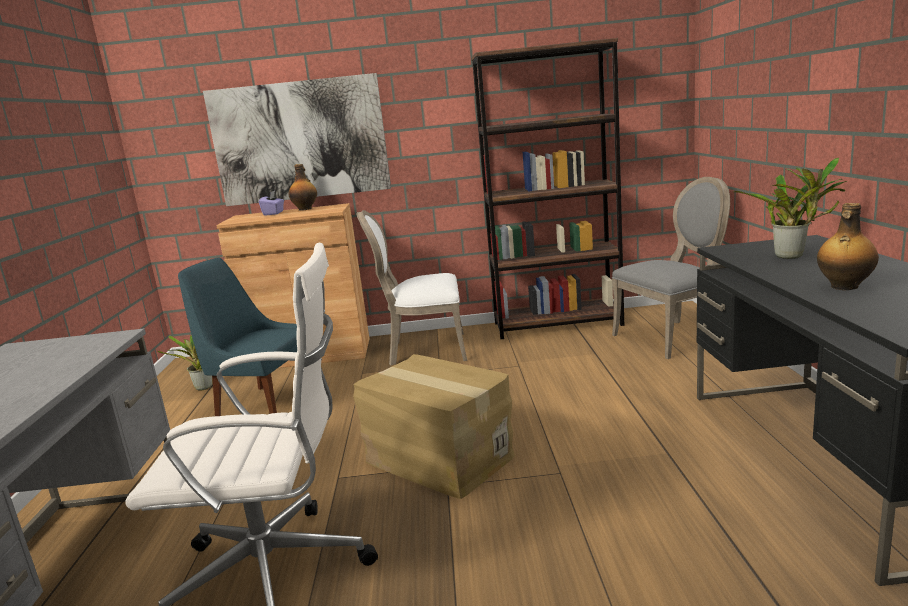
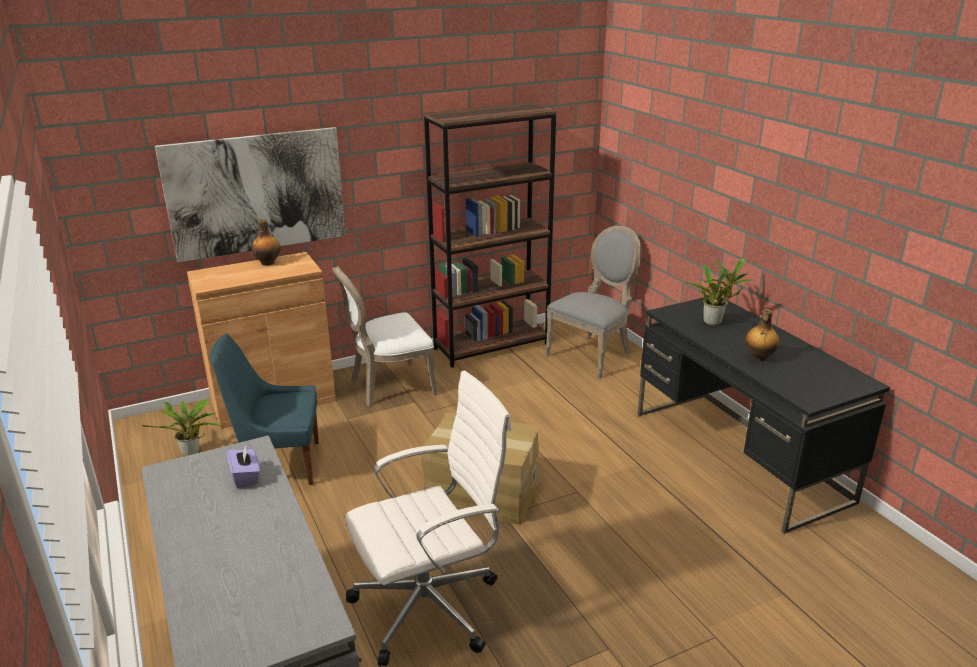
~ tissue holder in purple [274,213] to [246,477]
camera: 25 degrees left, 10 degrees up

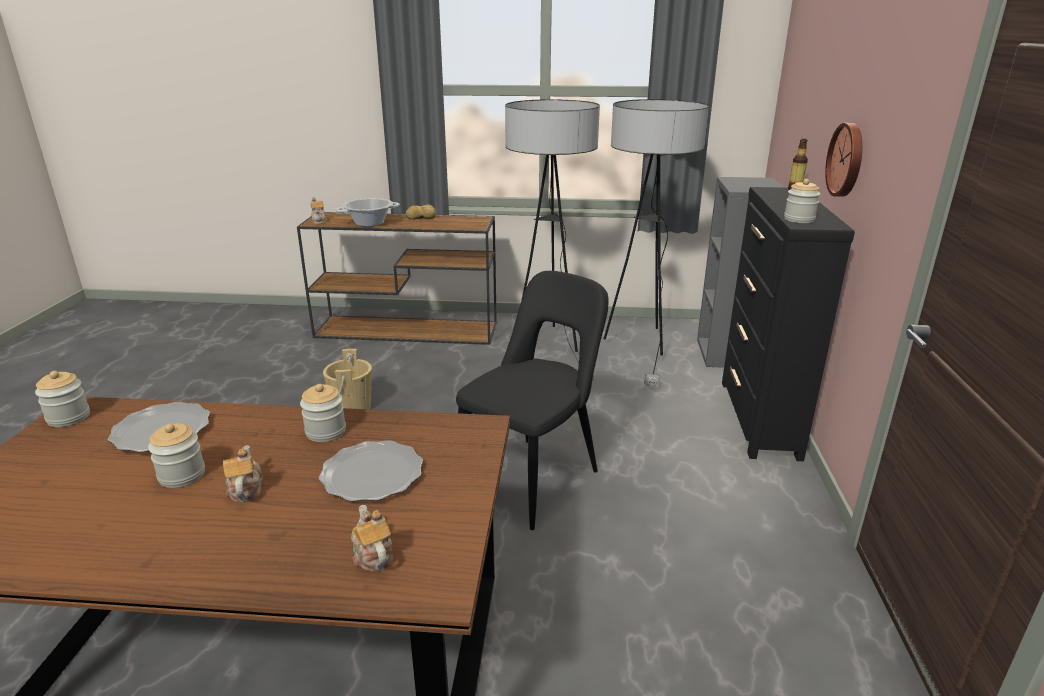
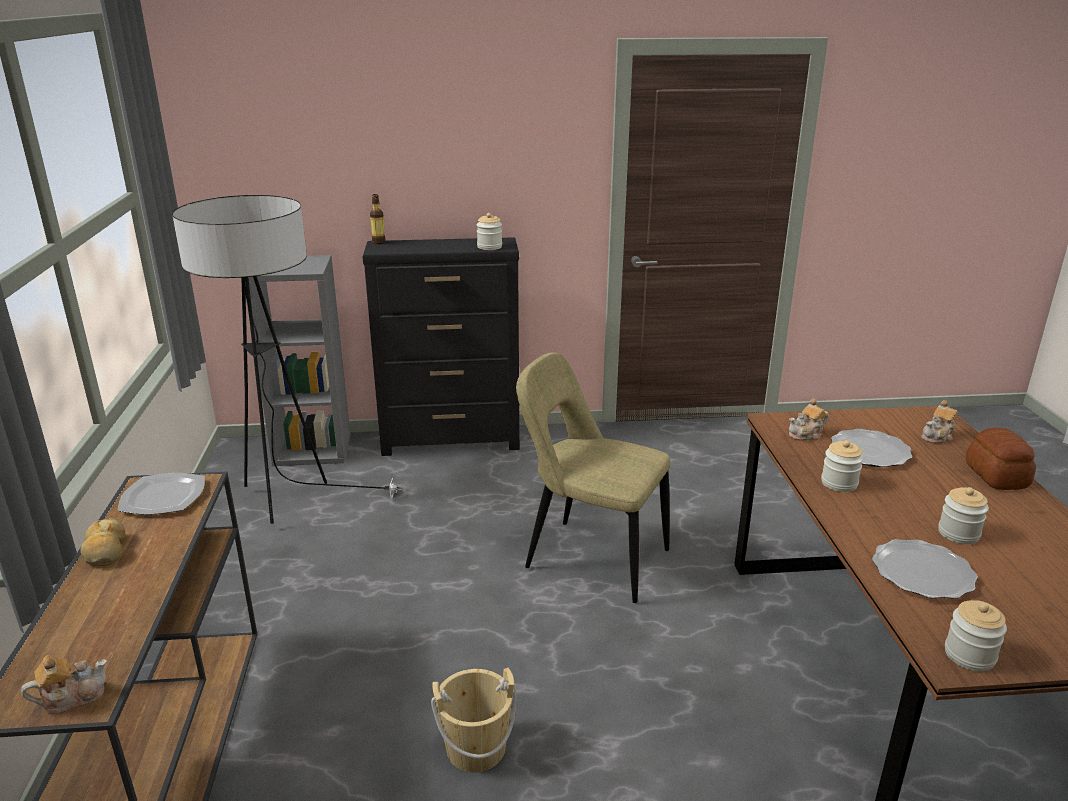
+ plate [164,497]
~ chair in blackish [533,478] to chair in sand-coloured [590,558]
~ teapot [245,489] to [806,435]
+ baked bread [996,475]
- stockpot [369,223]
- floor lamp [549,347]
- wall clock [847,160]
camera: 100 degrees left, 0 degrees up

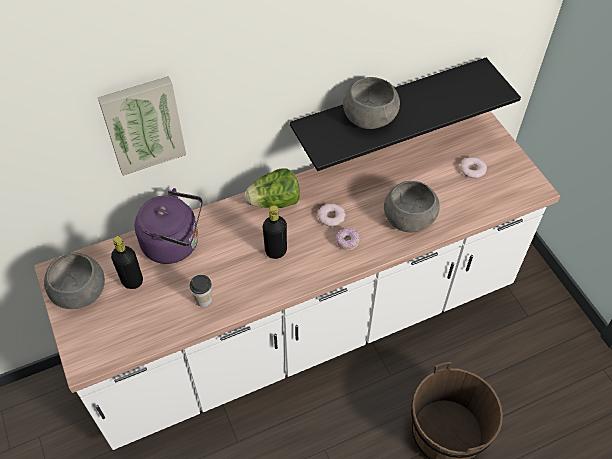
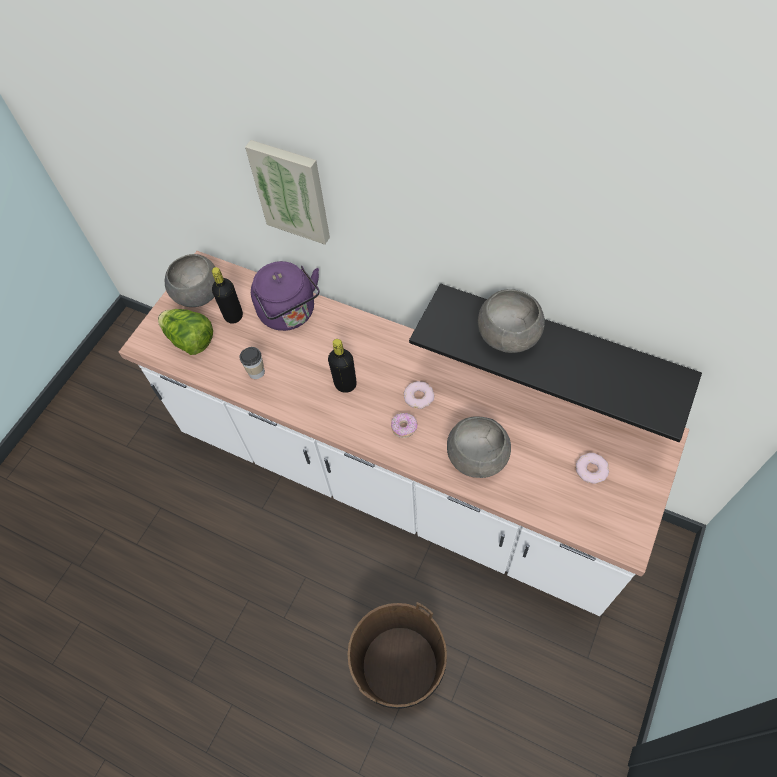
~ lettuce [274,202] to [190,340]
camera: 55 degrees right, 5 degrees up

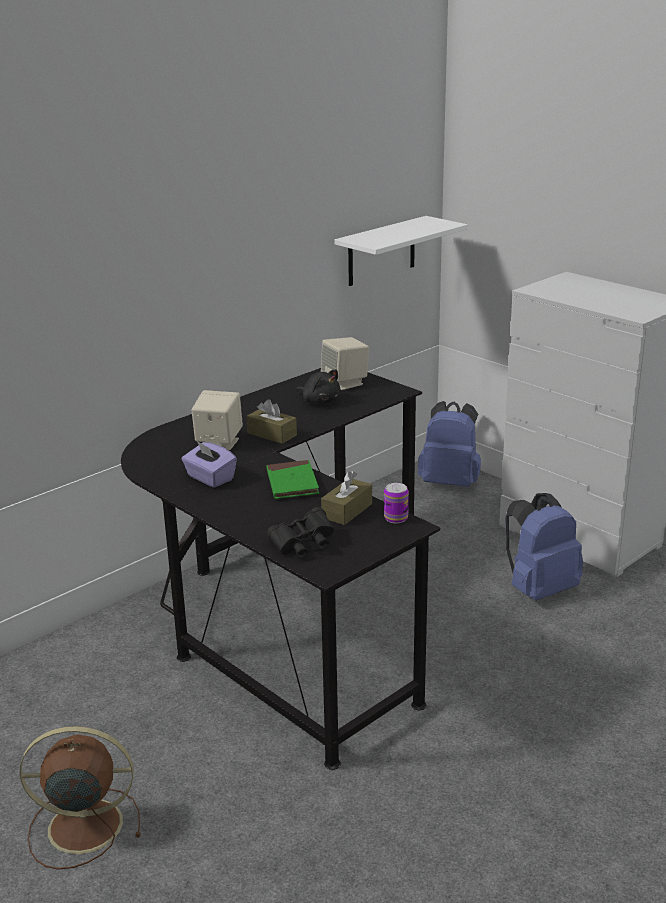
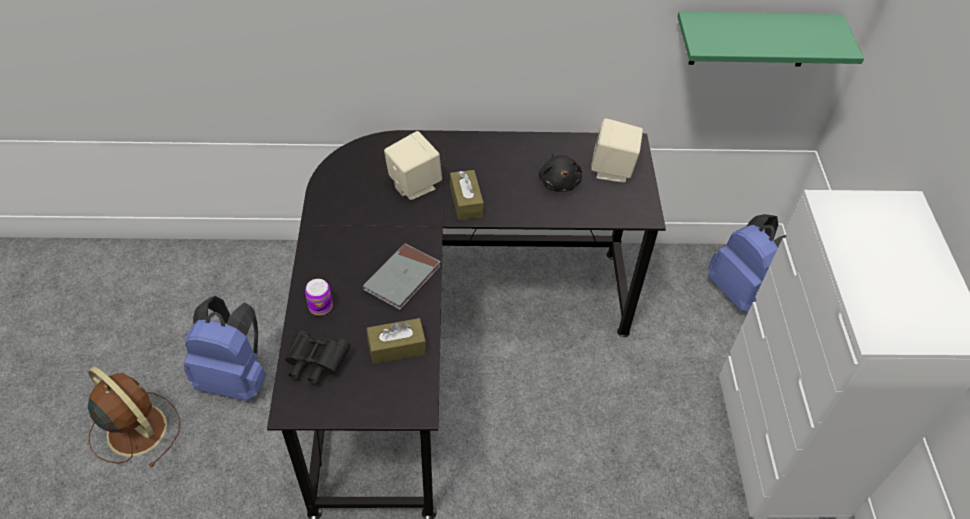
~ backpack in blue [539,589] to [235,378]
~ can [396,518] to [321,307]
~ bound book in green [292,483] to bound book in gray [402,278]
~ bracket shelf in whitish [381,251] to bracket shelf in green [752,39]
- tissue holder in purple [210,478]
camera: 40 degrees right, 25 degrees up

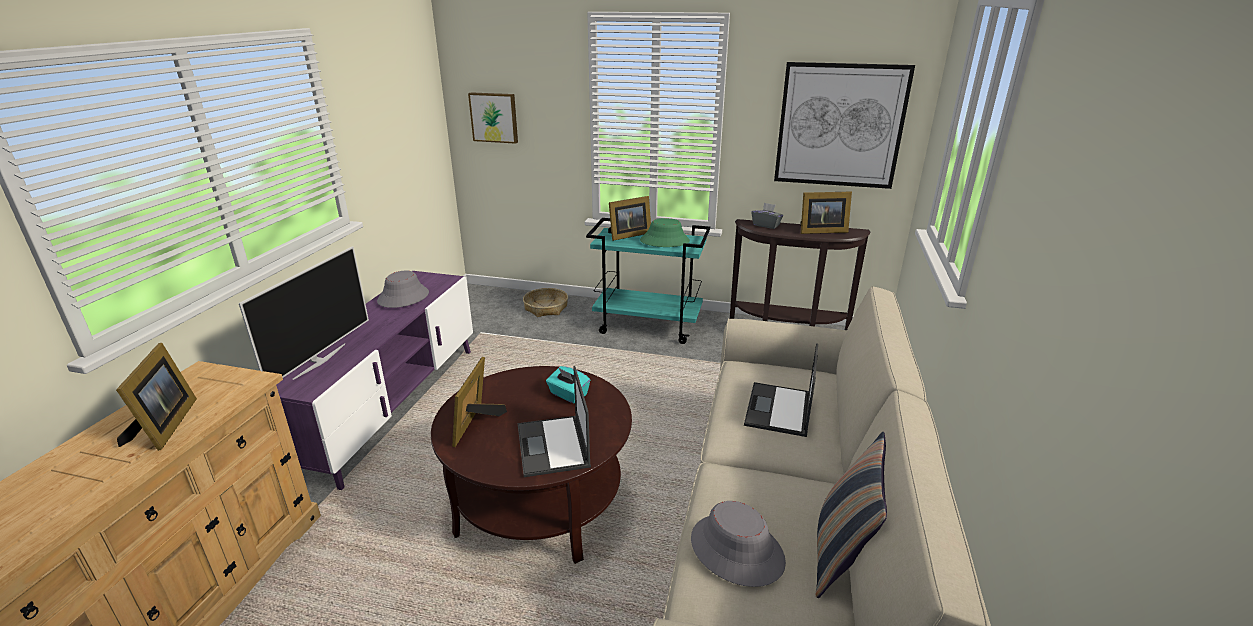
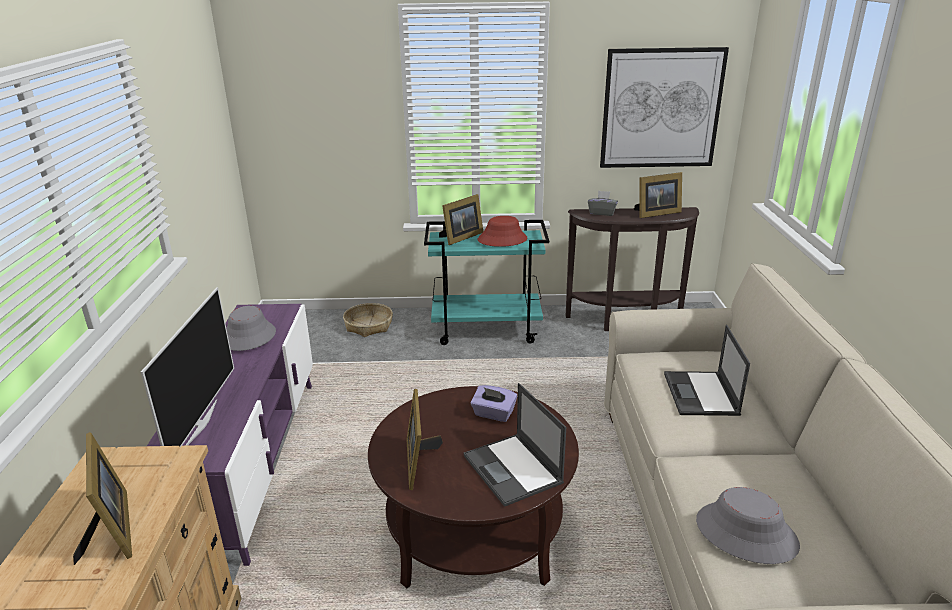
~ tissue holder in turquoise-coloured [568,394] to tissue holder in purple [493,414]
~ wearable hat in green [664,241] to wearable hat in reddish [502,239]
- picture [494,117]
- pillow [840,554]
camera: 15 degrees left, 0 degrees up

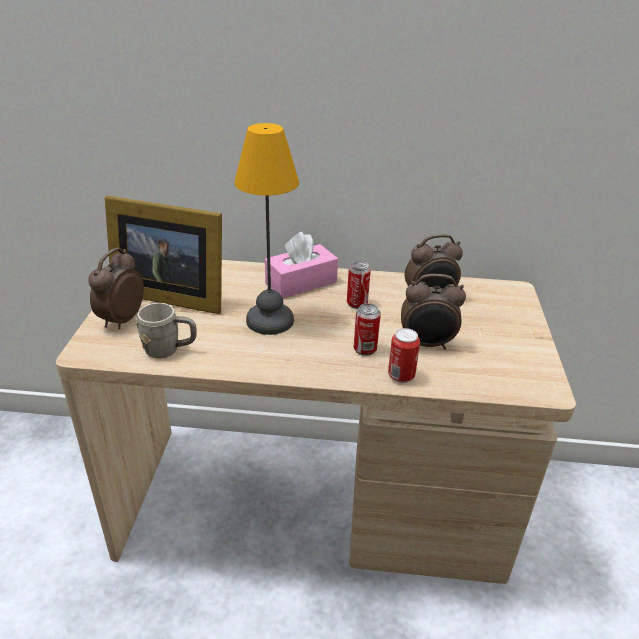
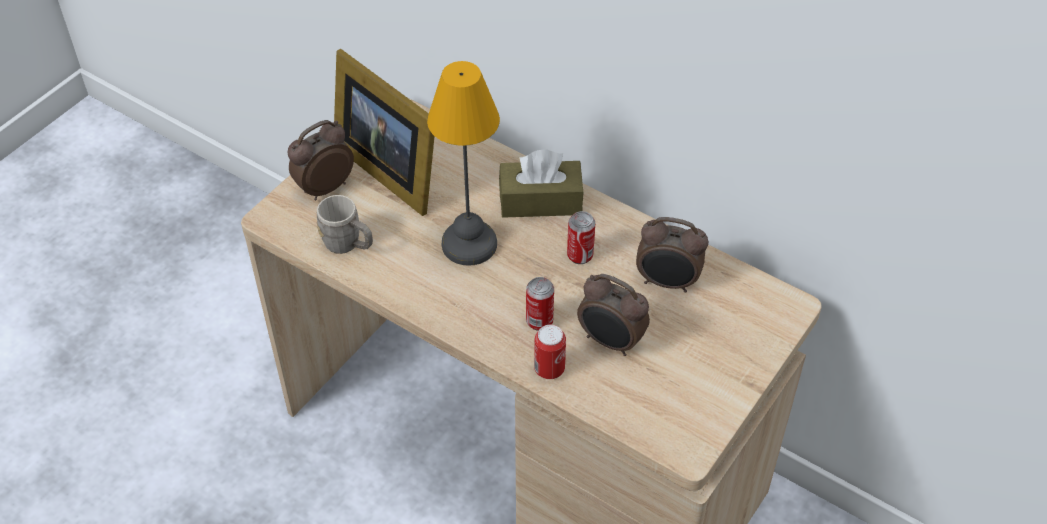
~ tissue holder in pink-coloured [301,282] to tissue holder in brown-coloured [540,201]
camera: 30 degrees right, 15 degrees up

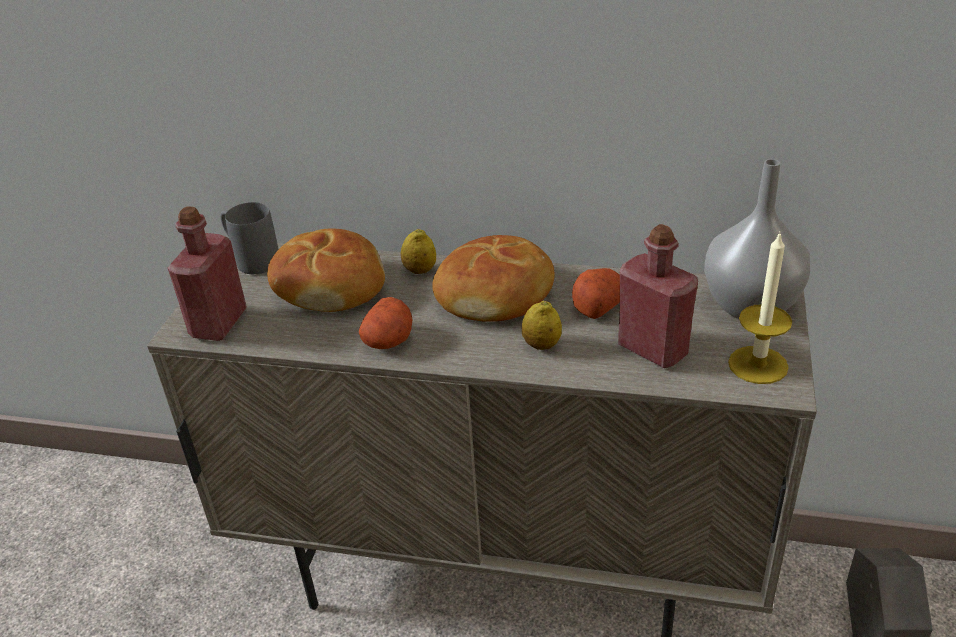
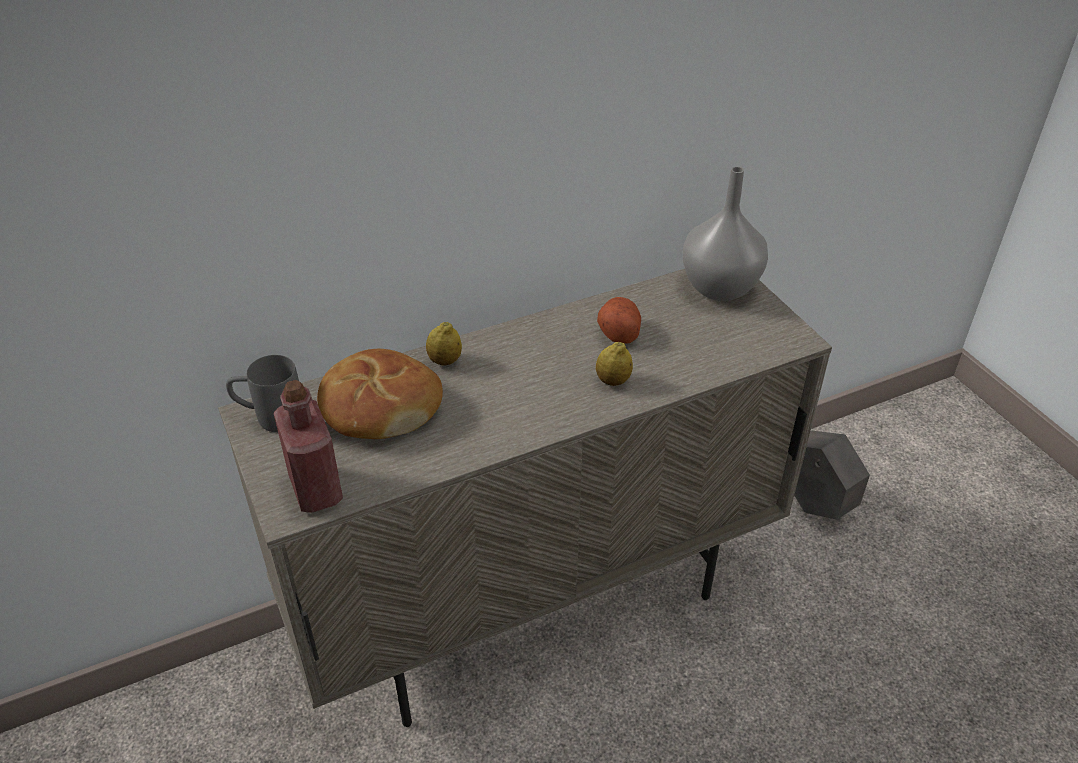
- spud [388,340]
- baked bread [496,294]
- drink bottle in reddish [652,349]
- candle [758,365]
camera: 40 degrees left, 5 degrees up

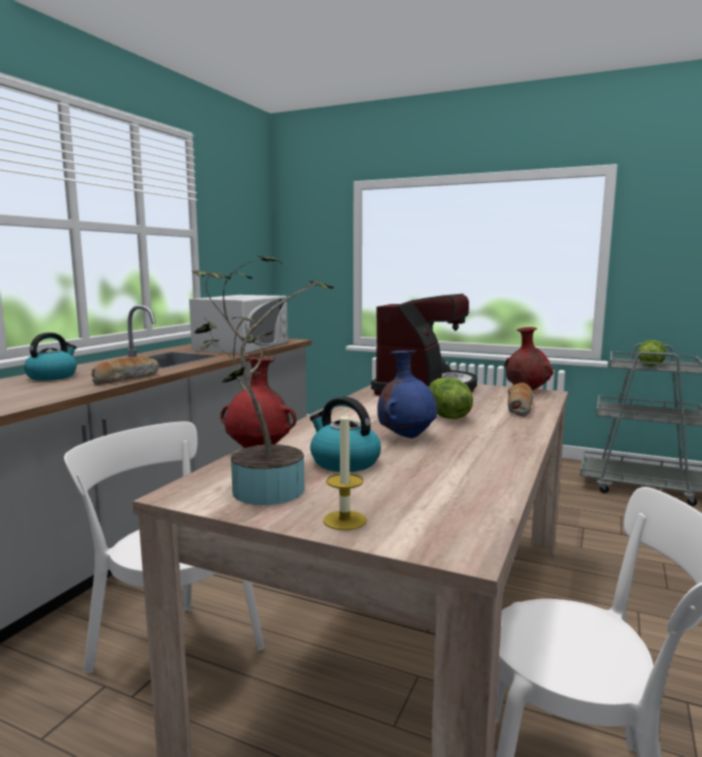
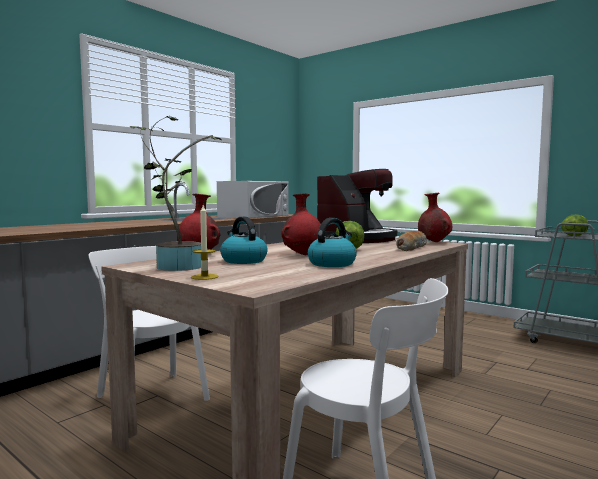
~ decorative vase in blue [406,437] to decorative vase in reddish [303,254]
~ kettle [52,376] to [332,264]
- baked bread [126,378]
camera: 15 degrees right, 5 degrees down

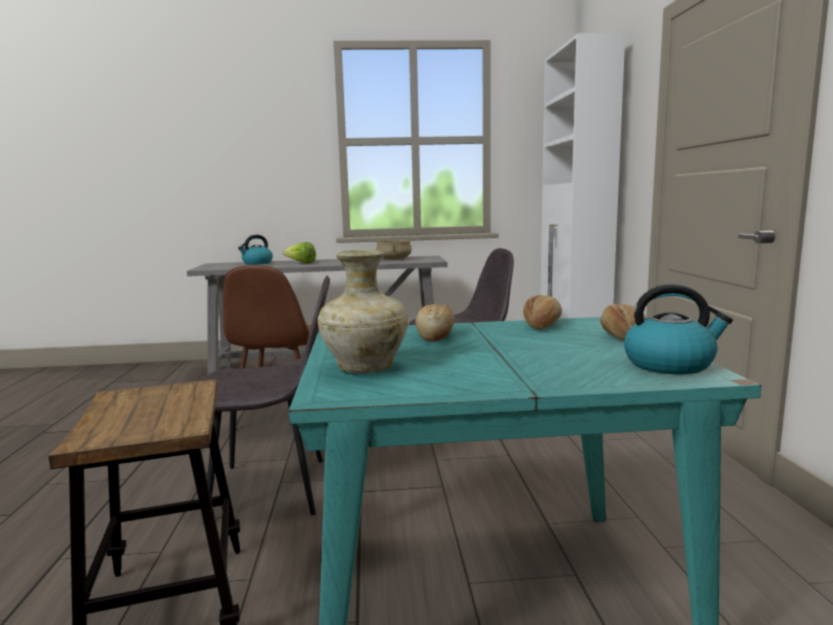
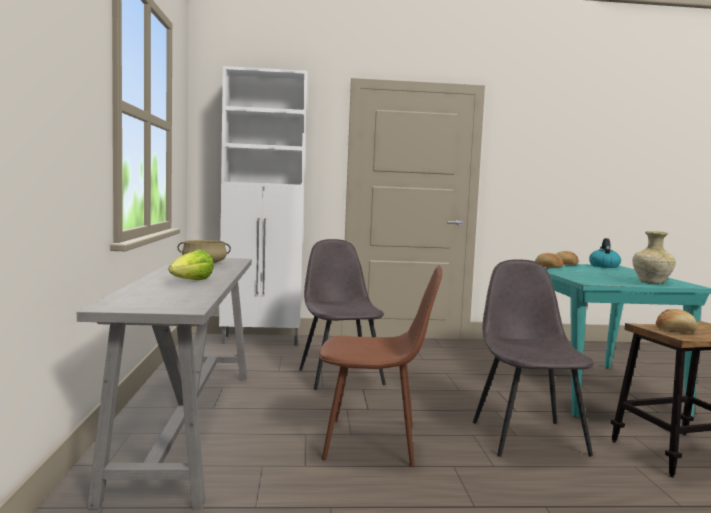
~ baked bread [435,336] to [675,330]
- kettle [257,263]
camera: 90 degrees left, 5 degrees down

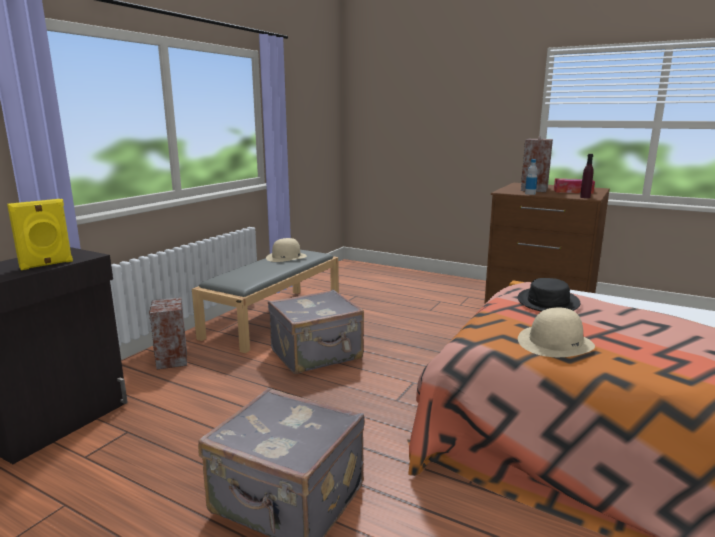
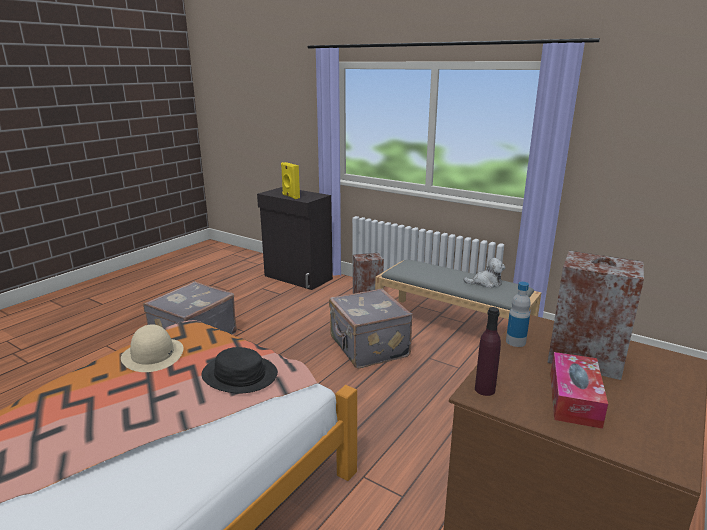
~ wearable hat in sand-coloured [286,257] to plush toy [485,283]
camera: 95 degrees right, 5 degrees up

